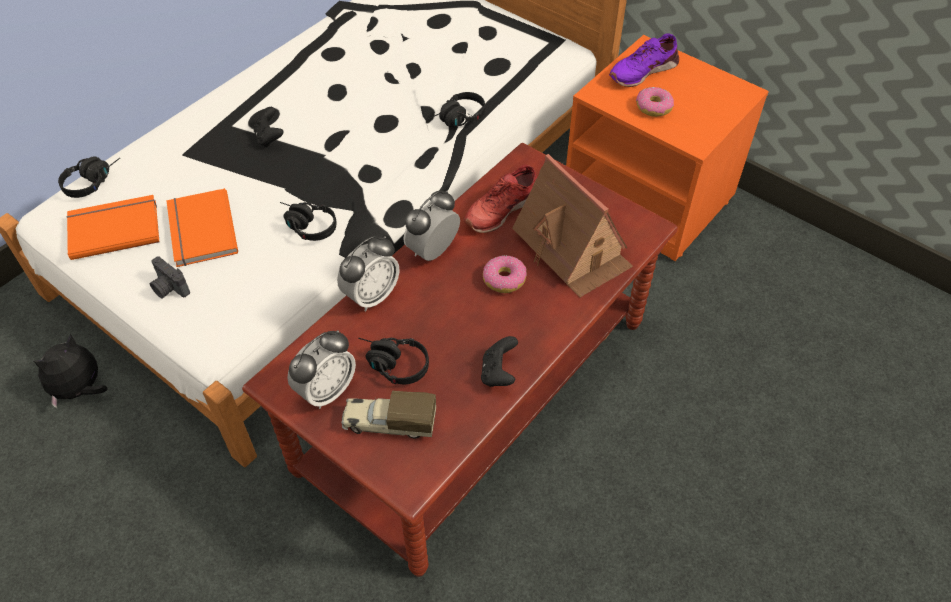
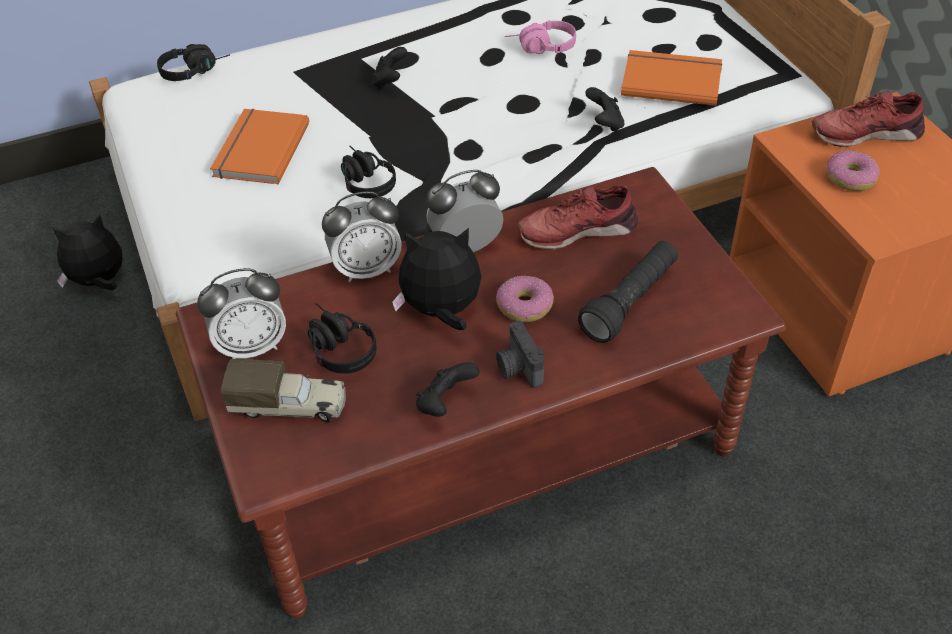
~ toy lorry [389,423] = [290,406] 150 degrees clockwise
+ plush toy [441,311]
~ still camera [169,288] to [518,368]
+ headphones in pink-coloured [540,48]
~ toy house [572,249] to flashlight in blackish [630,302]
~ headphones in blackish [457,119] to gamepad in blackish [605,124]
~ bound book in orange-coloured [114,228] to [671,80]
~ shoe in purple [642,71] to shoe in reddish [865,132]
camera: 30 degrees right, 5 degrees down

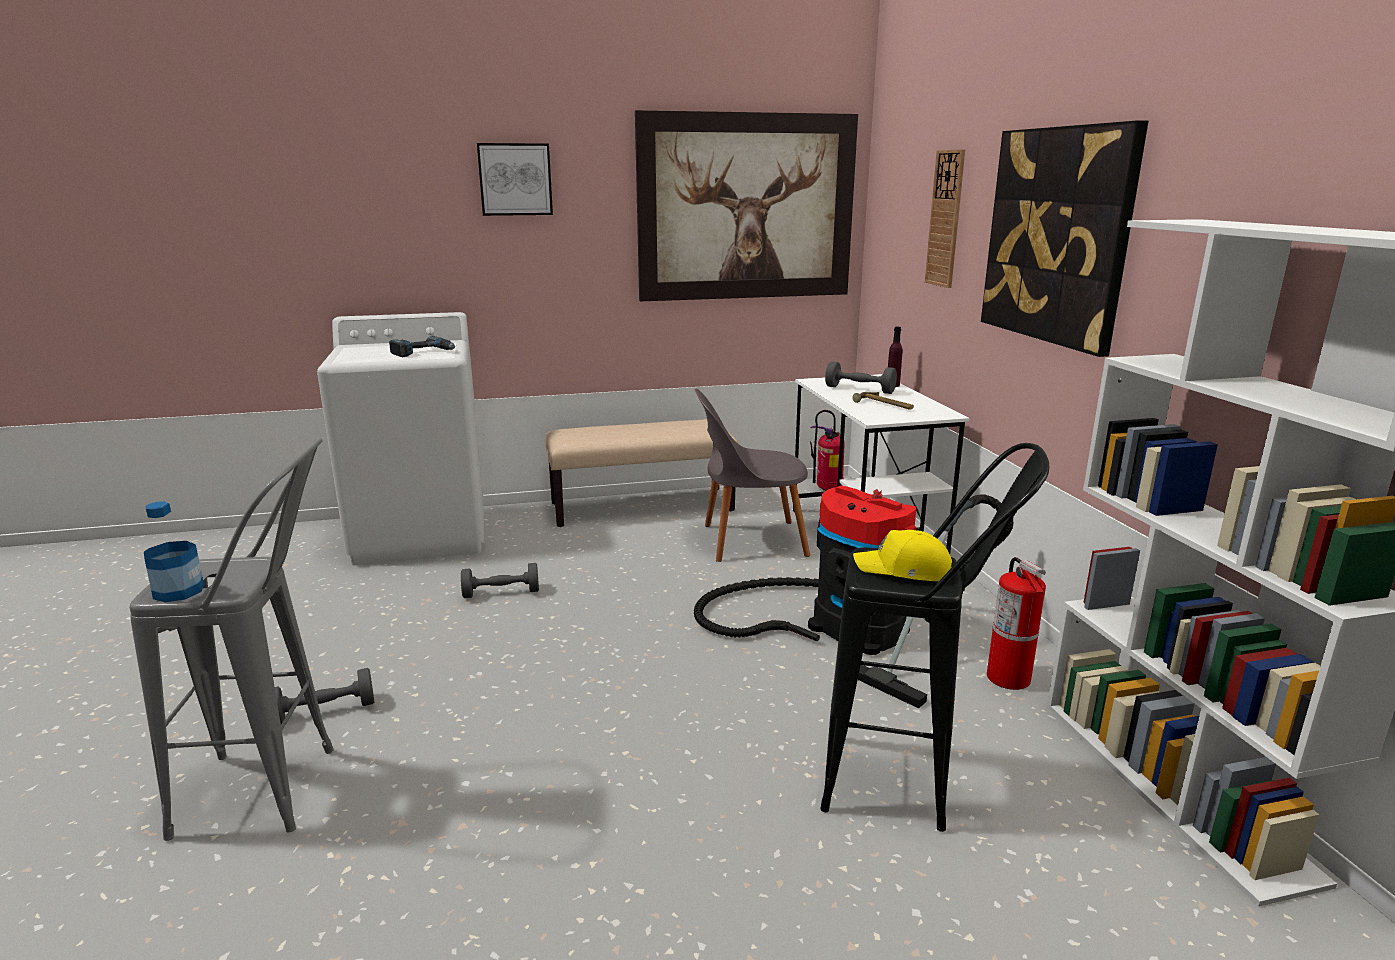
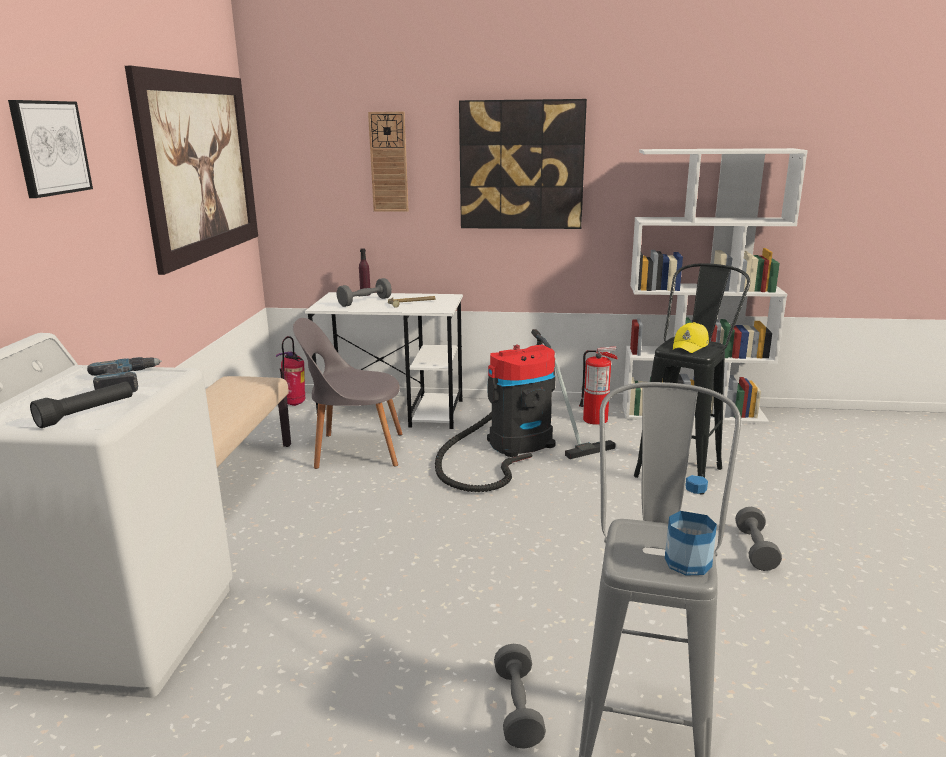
+ flashlight in blackish [87,414]
~ chair in gray [749,541] = [355,450] 75 degrees clockwise
~ hand weight in gray [501,593] to [755,549]
camera: 70 degrees left, 0 degrees up

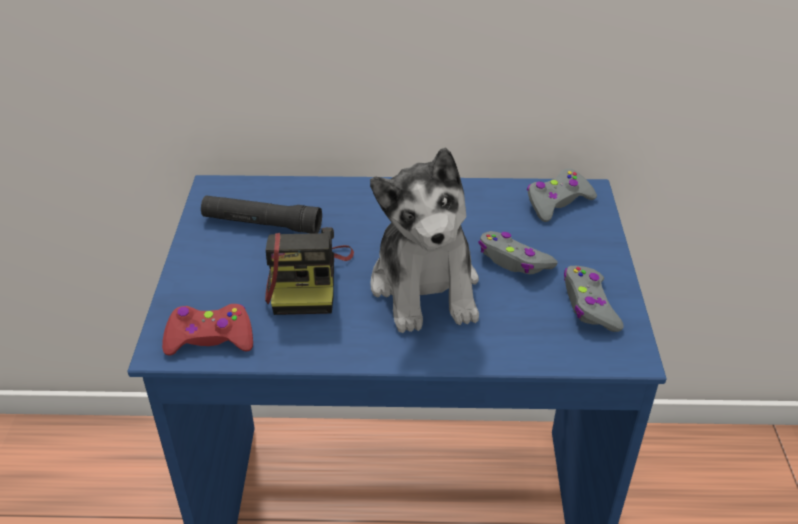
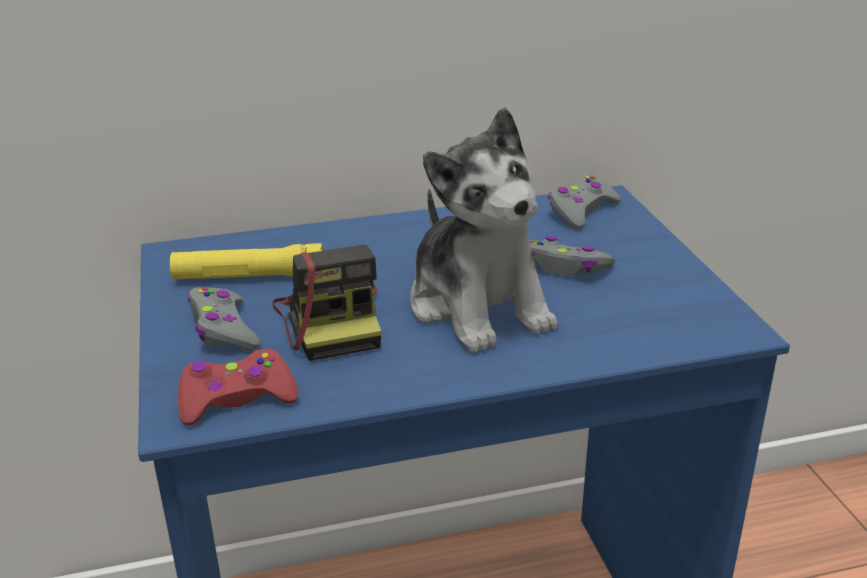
~ flashlight in blackish [262,223] to flashlight in yellow [249,277]
~ gamepad in gray [589,305] to [223,330]
camera: 15 degrees left, 10 degrees down

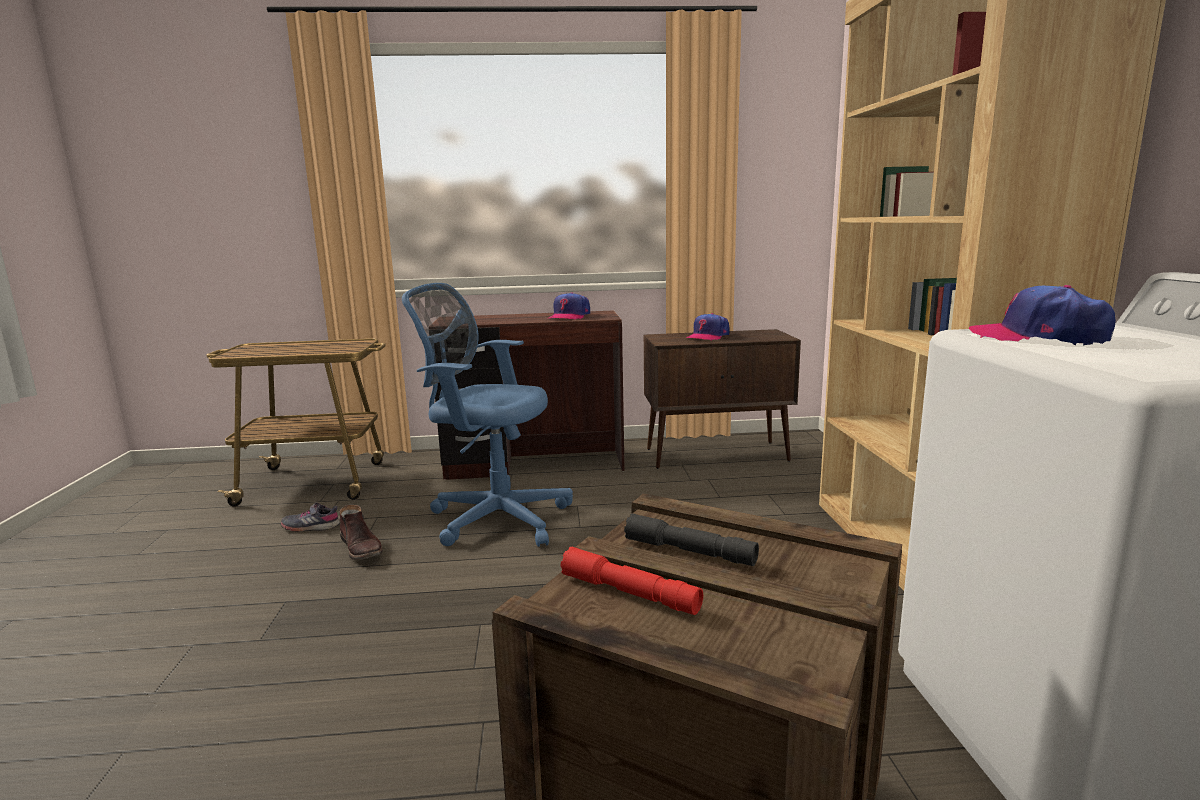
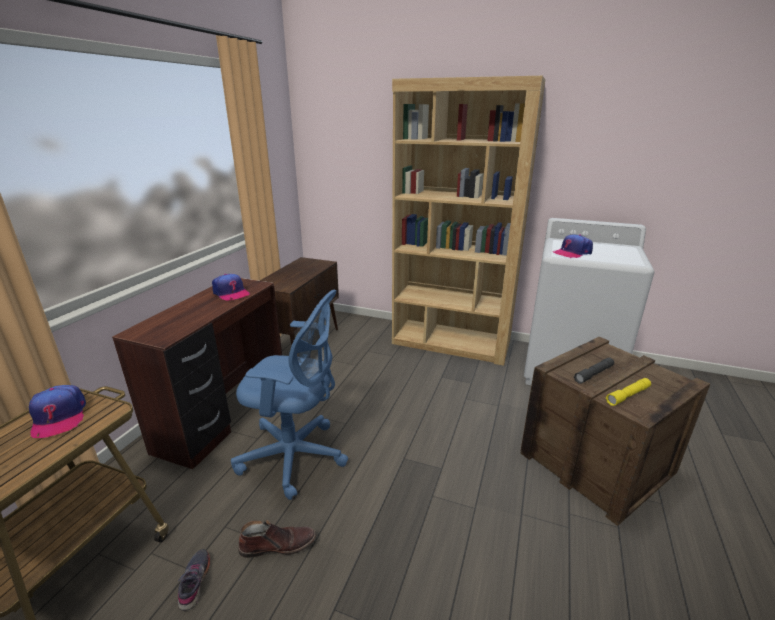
~ cap [708,336] to [59,417]
~ shoe in gray [311,527] = [195,581] 150 degrees clockwise
~ office chair in blue [494,518] = [296,457] 120 degrees counterclockwise
~ flashlight in reddish [629,593] to flashlight in yellow [628,395]
camera: 65 degrees left, 10 degrees up

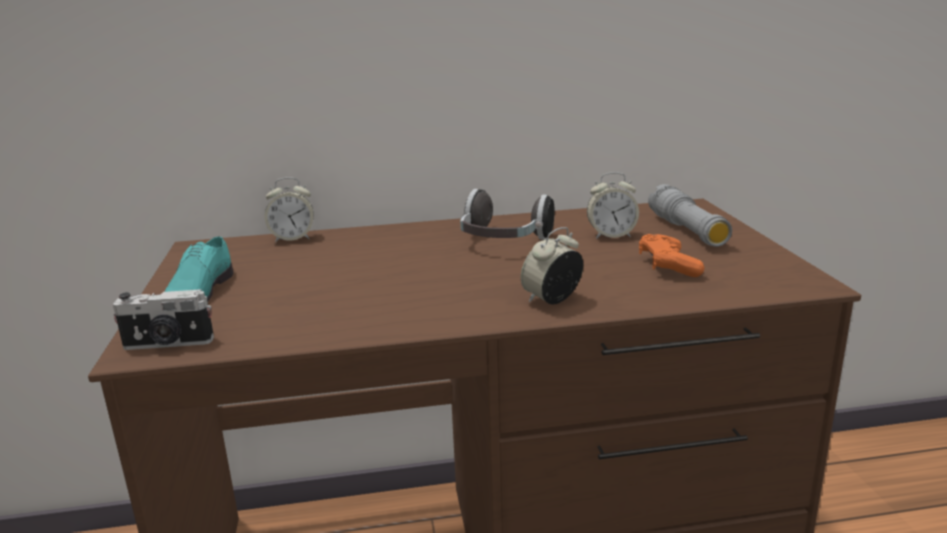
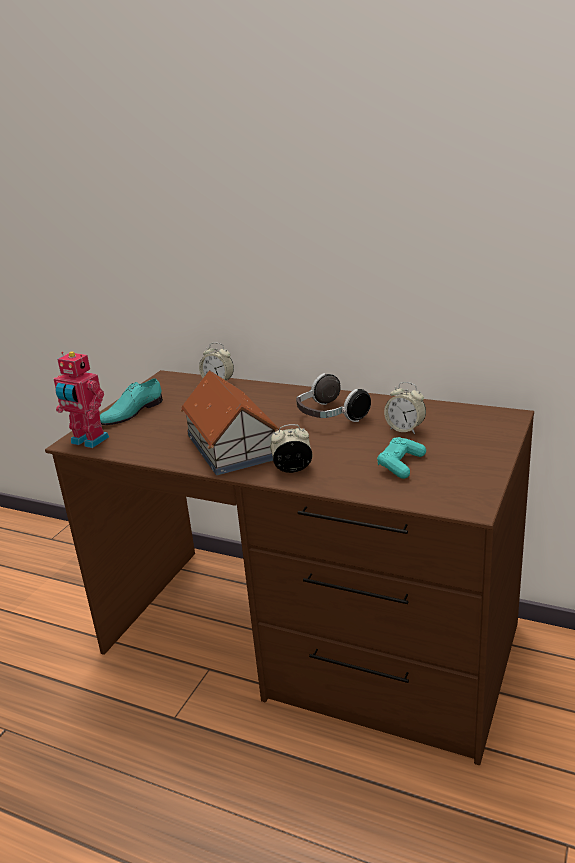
~ still camera [168,344] to model robot [88,441]
+ toy house [231,447]
~ gamepad in orange-coloured [668,266] to gamepad in turquoise-coloured [400,464]
- flashlight in gray [687,231]
camera: 35 degrees right, 5 degrees up

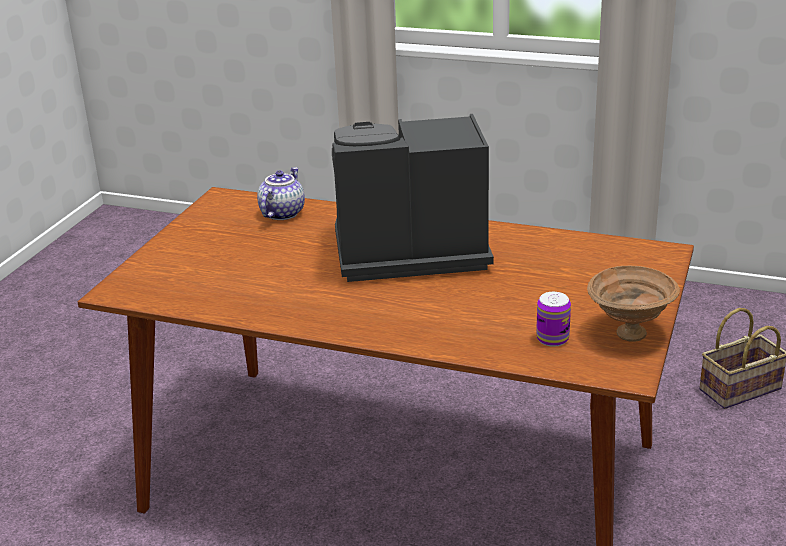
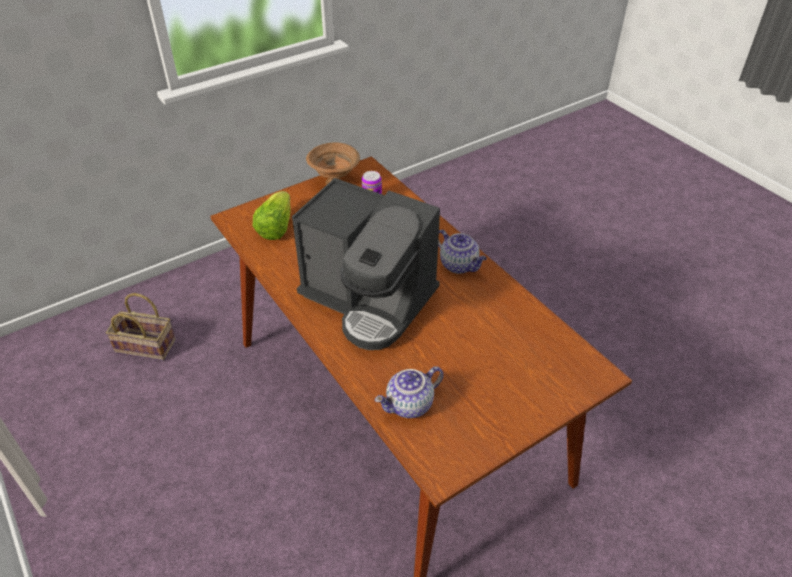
+ lettuce [275,227]
+ teapot [459,265]
camera: 145 degrees left, 15 degrees up

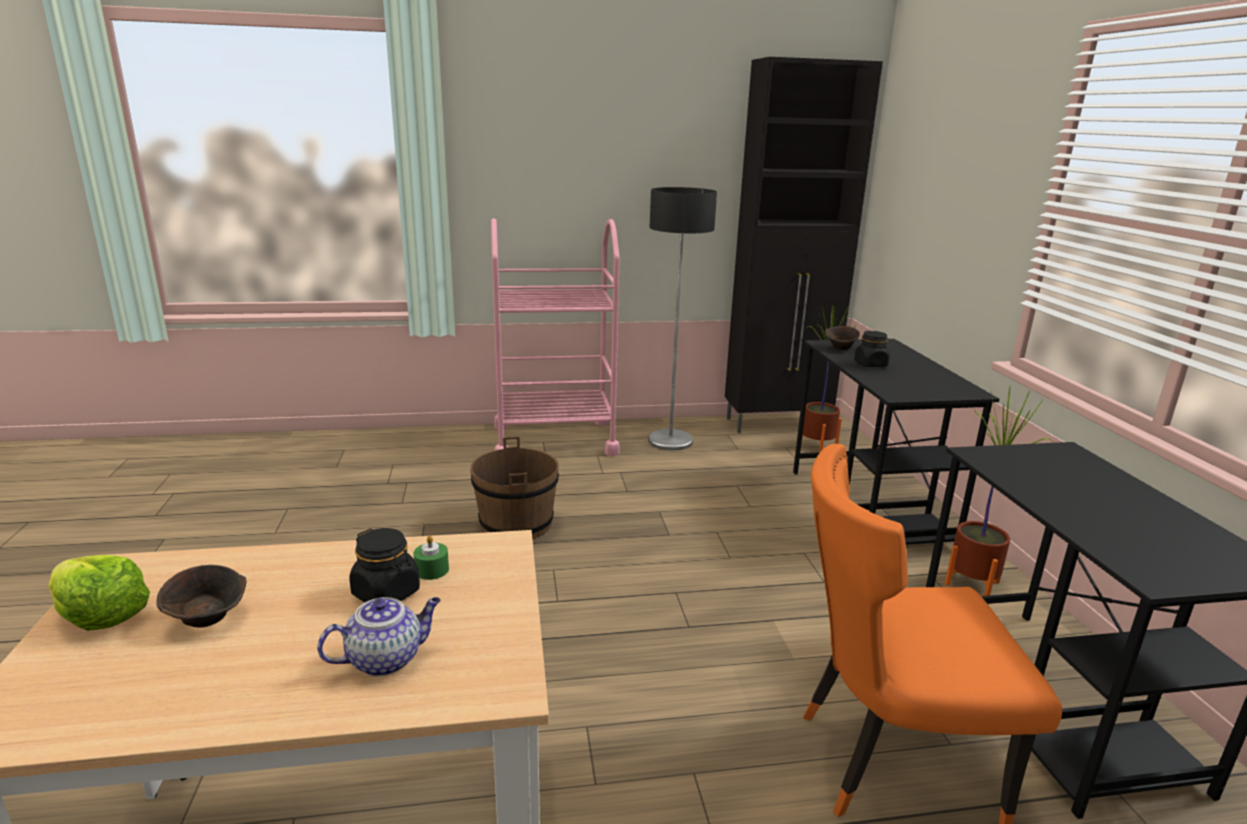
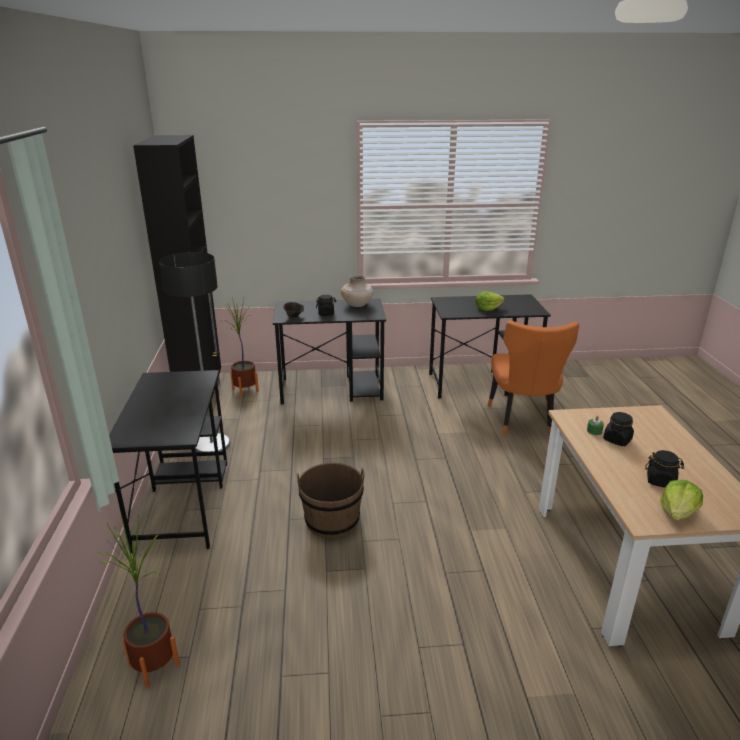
~ houseplant [972,583] to [155,665]
~ wheeled cart in pink-coloured [554,439] to desk unit in blackish [183,503]
+ decorative vase in sand-coloured [357,305]
+ lettuce [487,308]
~ deep dish in brown-coloured [209,619] to jar in blackish [660,481]
- teapot [386,659]
camera: 85 degrees left, 5 degrees up

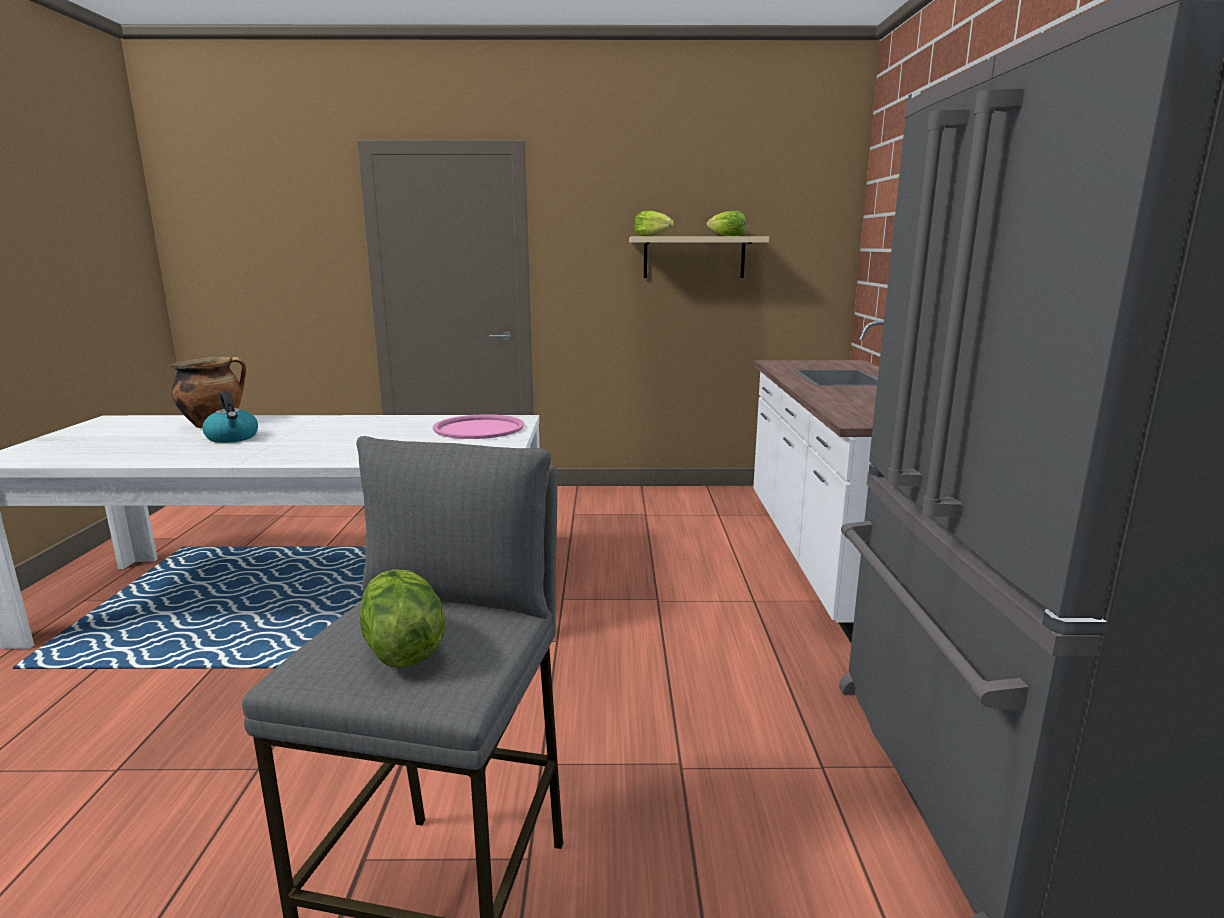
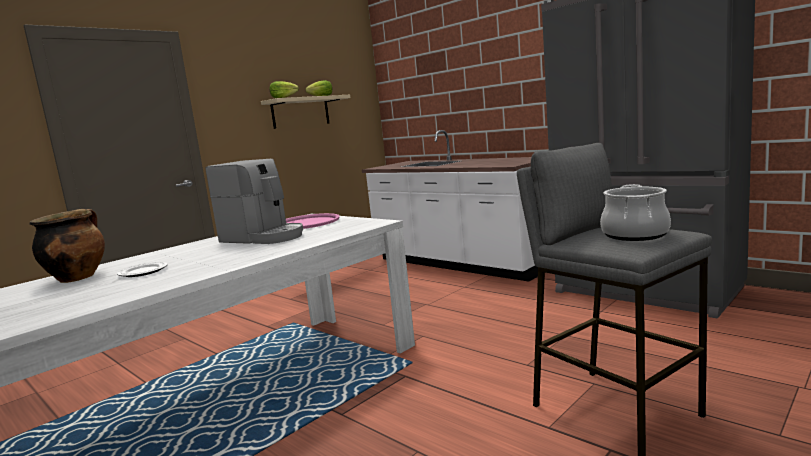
~ kettle [233,438] to plate [143,272]
+ coffee brewer [264,237]
~ lettuce [401,649] to stockpot [635,234]
camera: 45 degrees left, 5 degrees down

